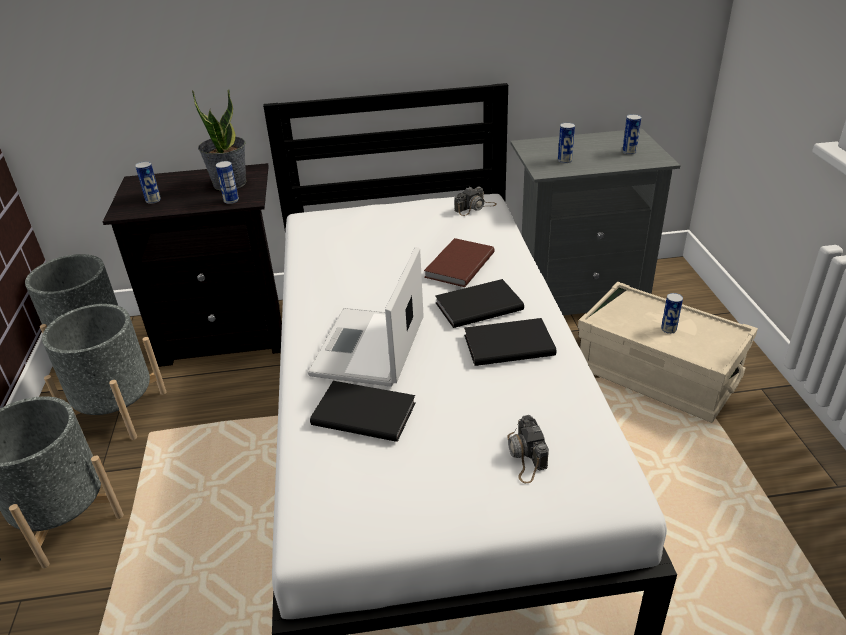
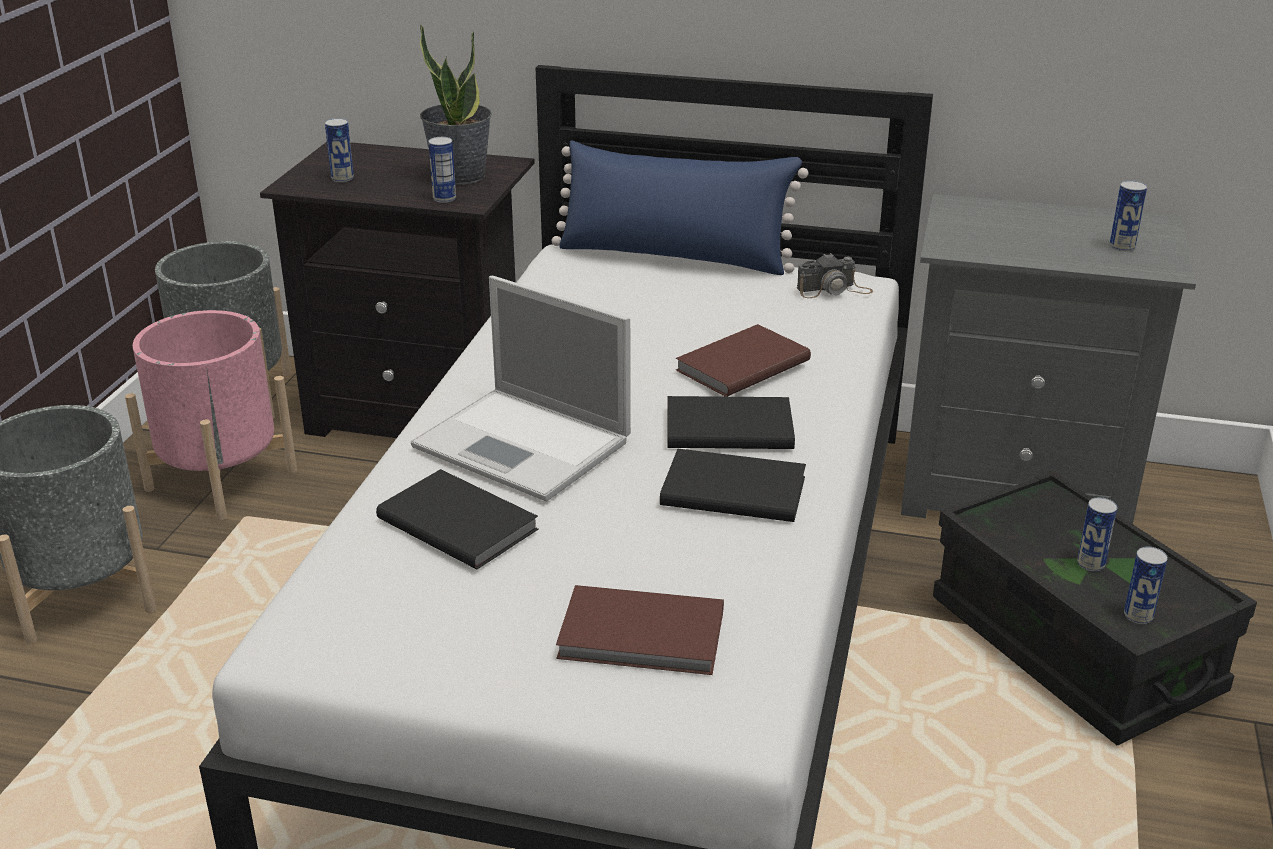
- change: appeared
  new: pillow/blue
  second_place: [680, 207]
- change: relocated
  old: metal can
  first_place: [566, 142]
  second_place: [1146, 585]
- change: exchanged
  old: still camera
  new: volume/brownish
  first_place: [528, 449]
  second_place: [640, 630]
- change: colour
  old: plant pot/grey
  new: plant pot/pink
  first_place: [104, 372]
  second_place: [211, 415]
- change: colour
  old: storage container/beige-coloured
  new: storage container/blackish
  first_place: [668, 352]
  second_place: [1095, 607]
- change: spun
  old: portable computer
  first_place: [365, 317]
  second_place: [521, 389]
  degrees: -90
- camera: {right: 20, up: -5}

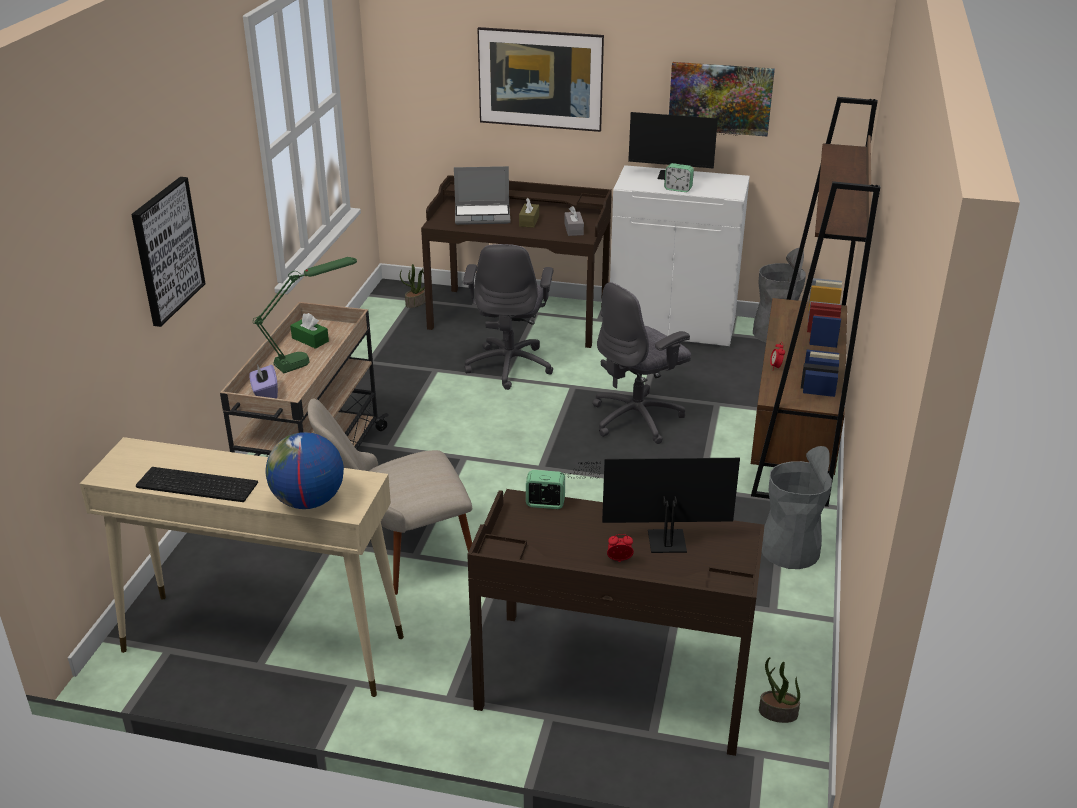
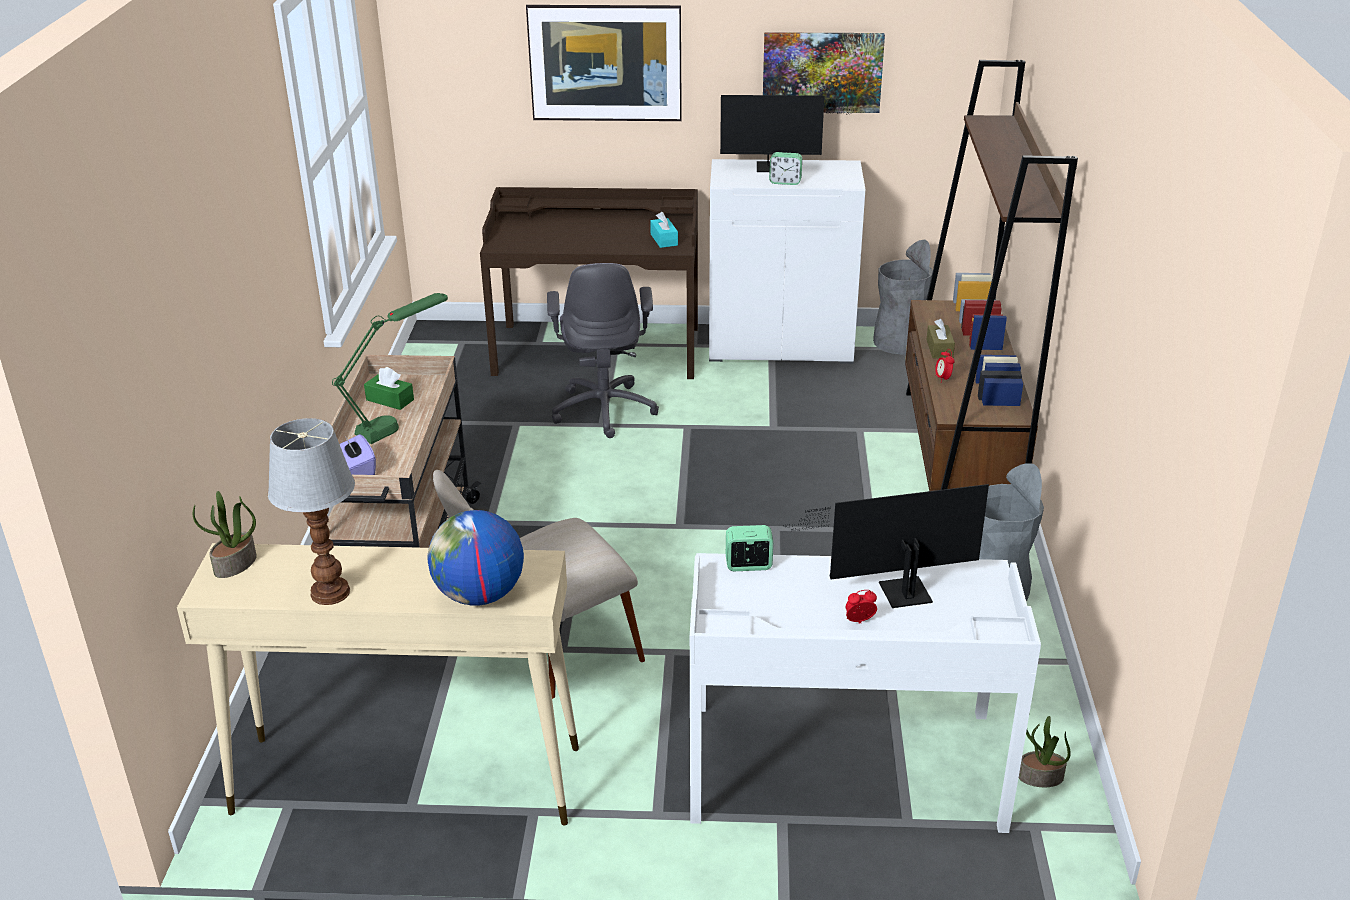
- change: missing
  old: picture
  first_place: [168, 252]
- change: missing
  old: portable computer
  first_place: [482, 195]
- change: missing
  old: office chair/grey
  first_place: [641, 363]
- change: relocated
  old: plant in a pot
  first_place: [412, 286]
  second_place: [225, 534]
- change: relocated
  old: tissue box/brownish
  first_place: [529, 213]
  second_place: [941, 338]
- change: exchanged
  old: PC keyboard
  new: table lamp
  first_place: [197, 484]
  second_place: [311, 511]
- change: colour
  old: desk/brownish
  new: desk/white
  first_place: [615, 622]
  second_place: [865, 693]
- change: colour
  old: tissue box/grey
  new: tissue box/blue-green
  first_place: [574, 221]
  second_place: [664, 230]
- camera: {right: -10, up: 0}

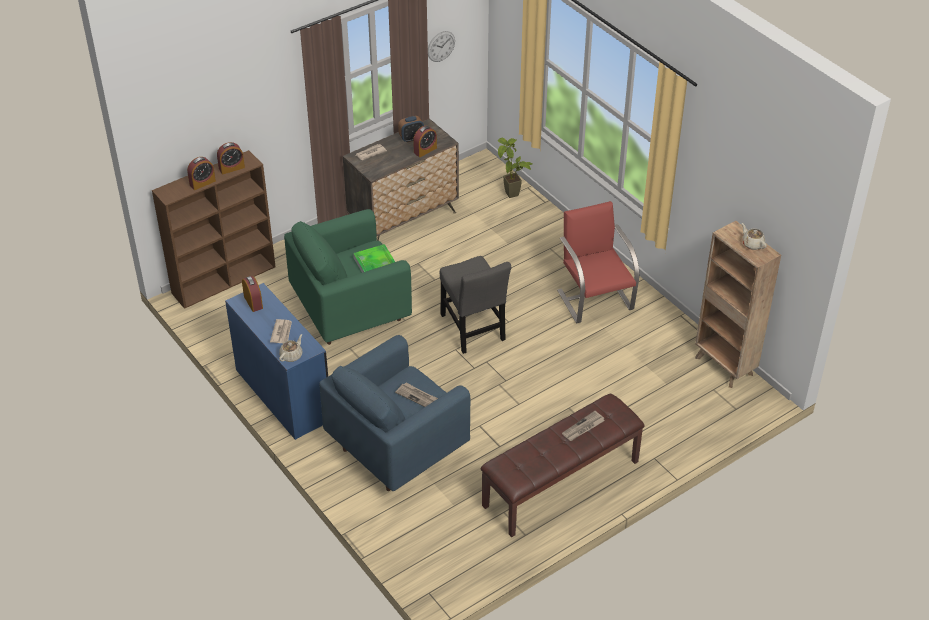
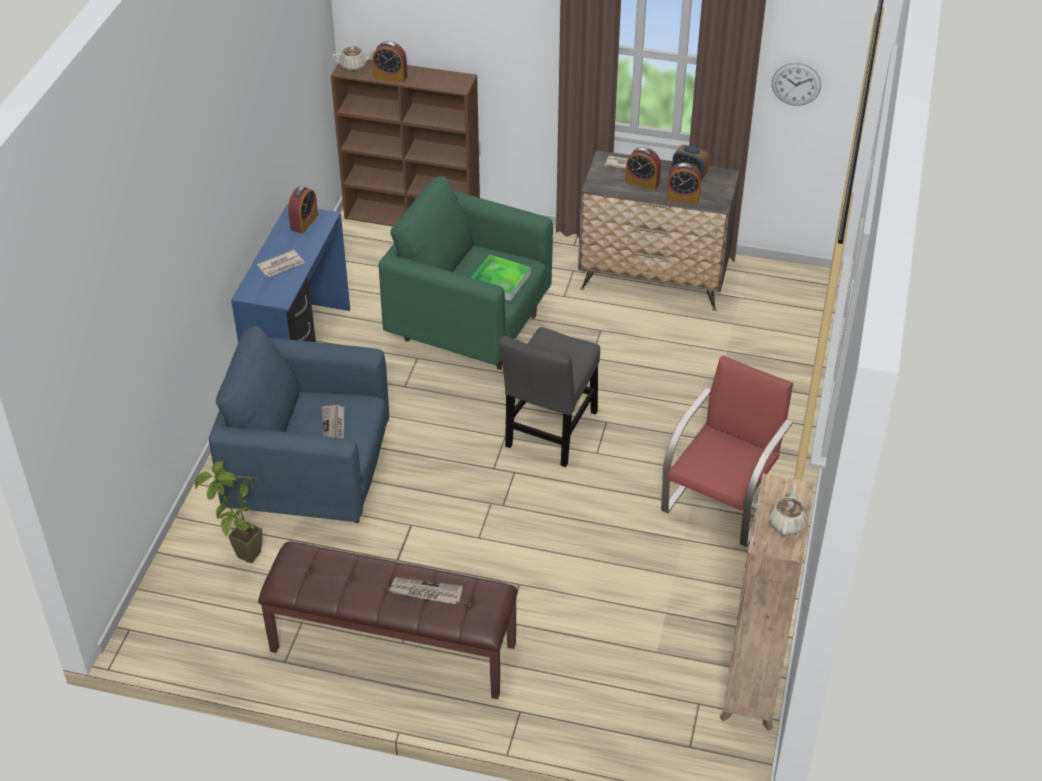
- change: relocated
  old: alarm clock
  first_place: [231, 158]
  second_place: [643, 168]
- change: relocated
  old: teapot/beige-coloured
  first_place: [290, 348]
  second_place: [354, 58]
- change: relocated
  old: plant in a pot
  first_place: [515, 168]
  second_place: [228, 512]
- camera: {right: 50, up: 0}

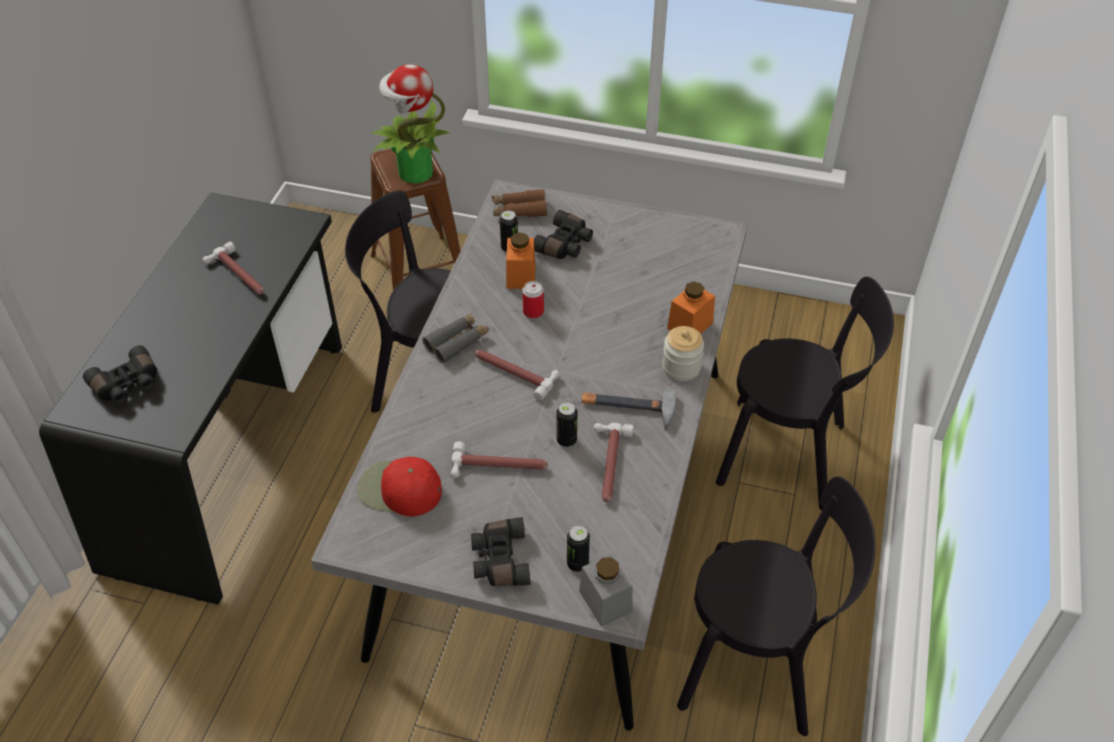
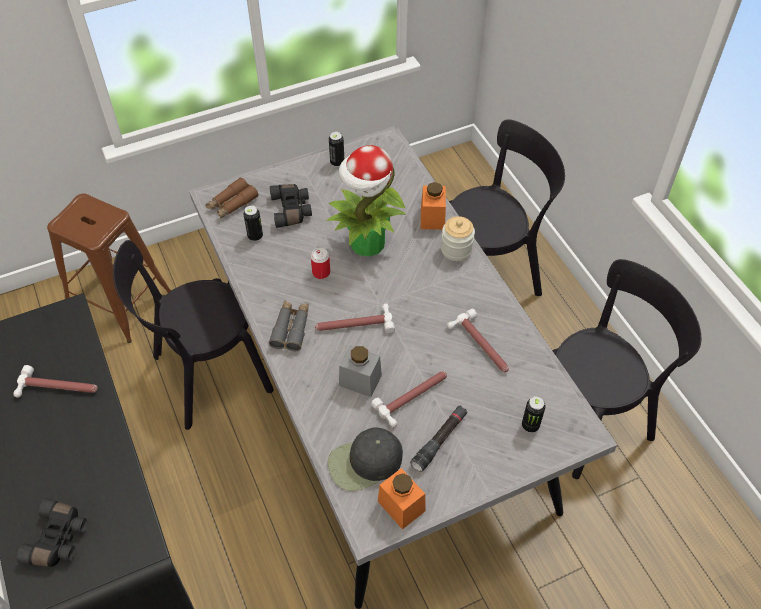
- change: missing
  old: binoculars/blackish
  first_place: [500, 551]
- change: missing
  old: hammer
  first_place: [629, 409]
- change: appeared
  new: torch/blackish
  second_place: [438, 438]
- change: relocated
  old: plant in a pot
  first_place: [411, 124]
  second_place: [366, 201]
- change: relocated
  old: storage jar/orangey
  first_place: [520, 260]
  second_place: [402, 499]
- change: relocated
  old: metal can
  first_place: [567, 424]
  second_place: [336, 149]
- change: relocated
  old: storage jar/grey
  first_place: [606, 590]
  second_place: [360, 371]
- change: colour
  old: baseball cap/red-coloured
  new: baseball cap/blackish
  first_place: [399, 486]
  second_place: [365, 459]
- camera: {right: -40, up: 5}

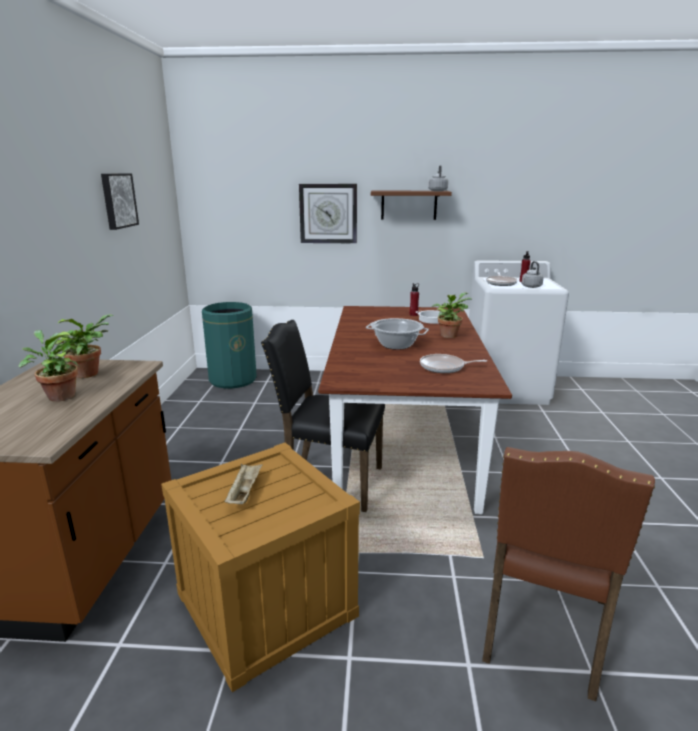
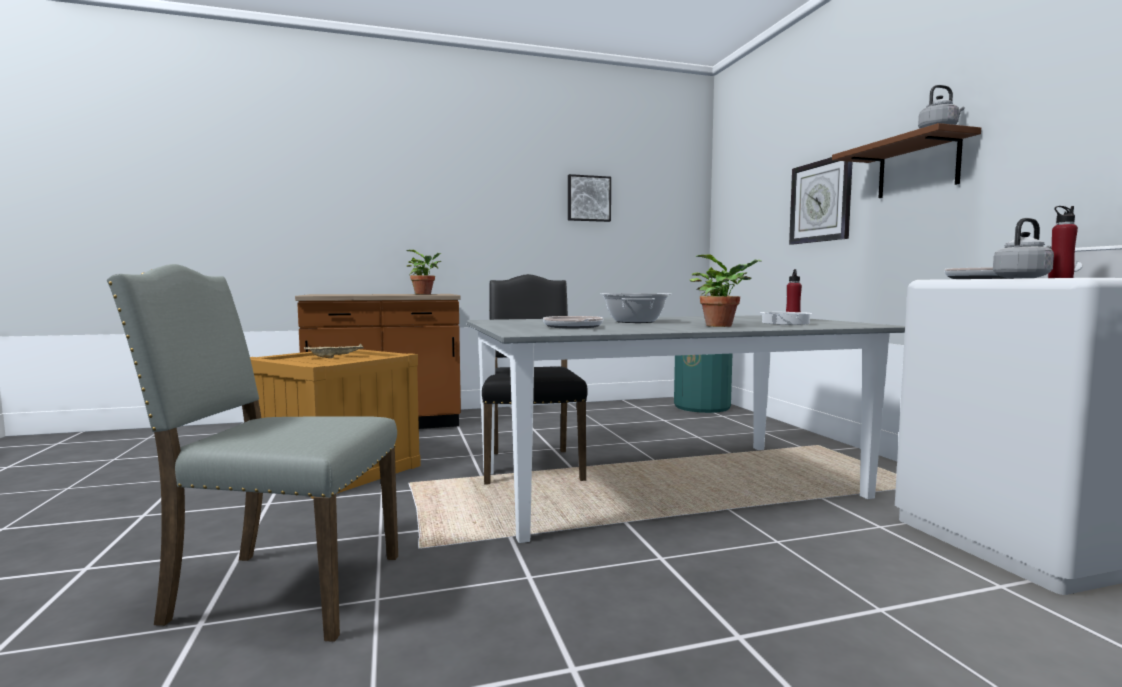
- change: missing
  old: plant in a pot
  first_place: [49, 366]
- change: colour
  old: dinner table/brownish
  new: dinner table/grey
  first_place: [415, 410]
  second_place: [686, 429]
- change: colour
  old: chair/brownish
  new: chair/grey
  first_place: [568, 574]
  second_place: [252, 453]
- camera: {right: 70, up: -15}

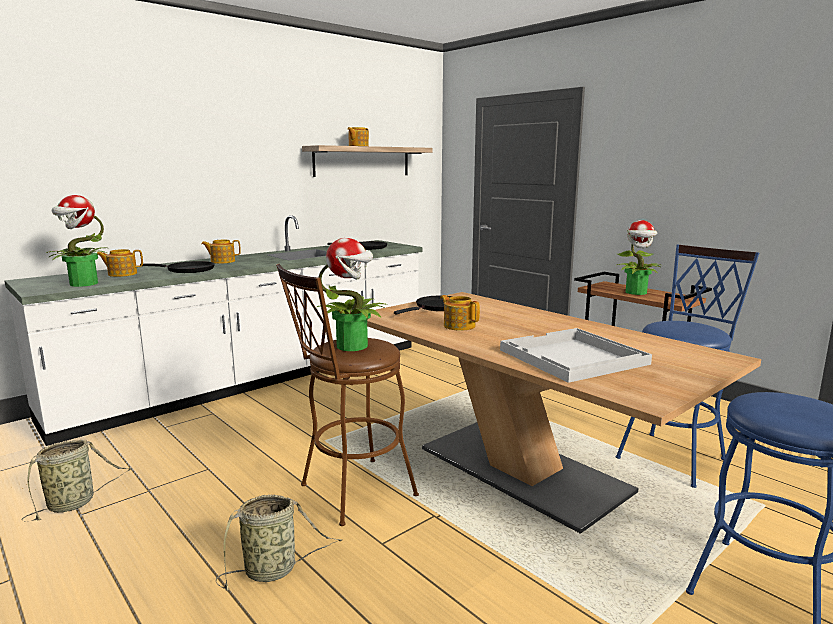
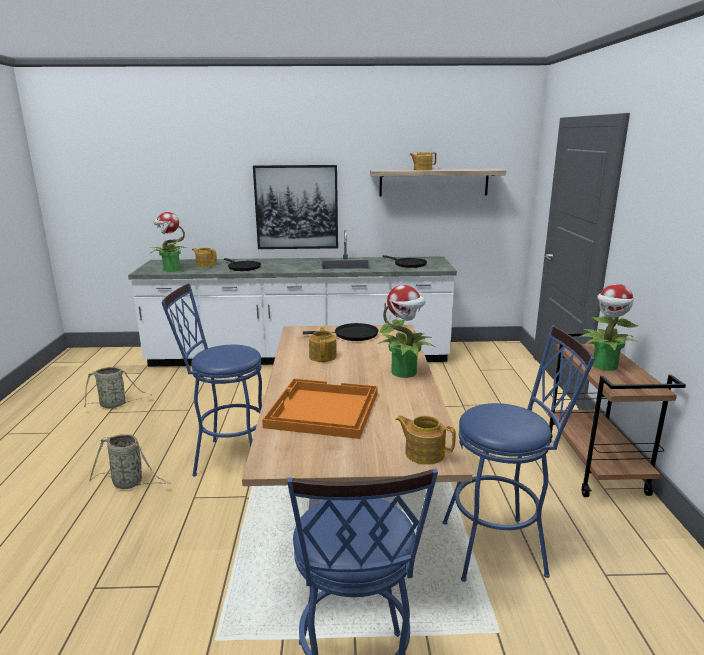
- change: appeared
  new: picture
  second_place: [295, 207]
- change: relocated
  old: teapot
  first_place: [221, 252]
  second_place: [425, 440]
- change: relocated
  old: plant in a pot
  first_place: [352, 294]
  second_place: [406, 331]
- change: colour
  old: sitting stool/brownish
  new: sitting stool/blue
  first_place: [347, 395]
  second_place: [211, 380]
- change: colour
  old: serving tray/white
  new: serving tray/orangey
  first_place: [576, 355]
  second_place: [320, 408]
- camera: {right: 40, up: 5}

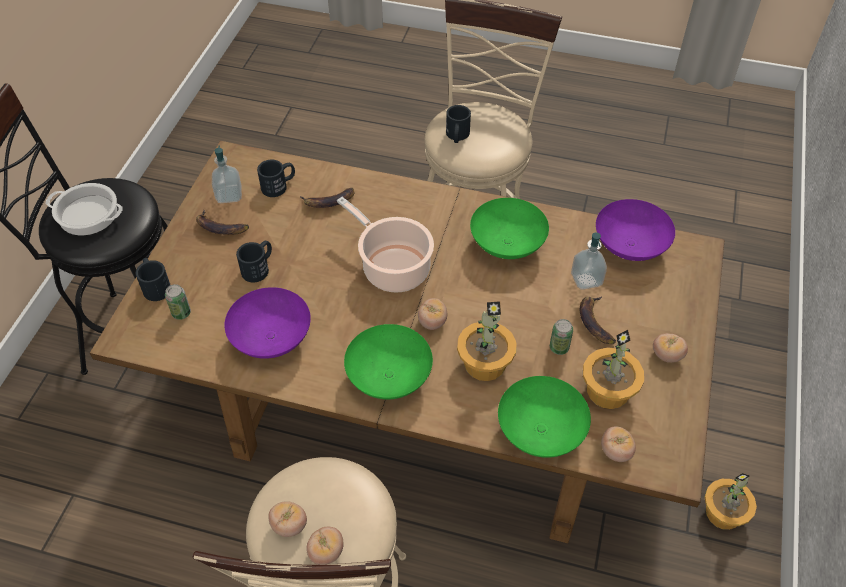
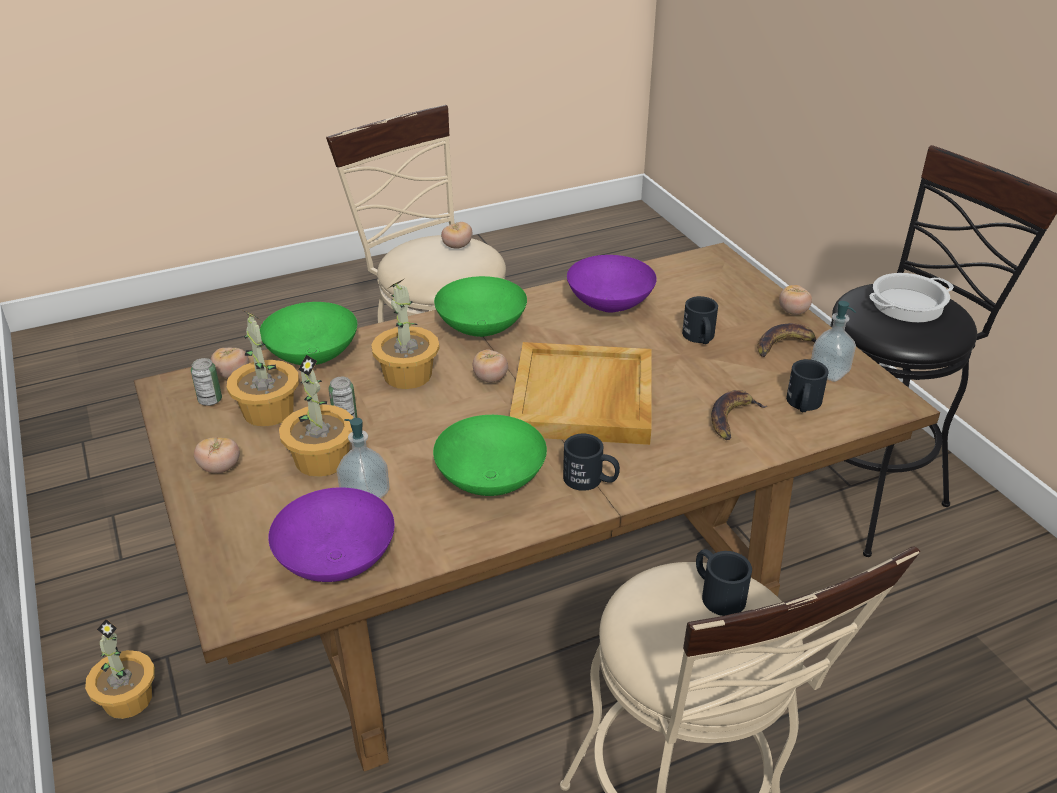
- change: relocated
  old: mug/blackish
  first_place: [153, 279]
  second_place: [591, 462]
- change: relocated
  old: metal can
  first_place: [178, 302]
  second_place: [206, 382]
- change: relocated
  old: whole tomato
  first_place: [325, 546]
  second_place: [795, 300]
- change: exchanged
  old: stockpot
  new: serving tray/beige-coloured
  first_place: [385, 245]
  second_place: [581, 393]
- change: exchanged
  old: whole banana
  new: plant in a pot
  first_place: [598, 320]
  second_place: [316, 416]
- camera: {right: 140, up: -15}

